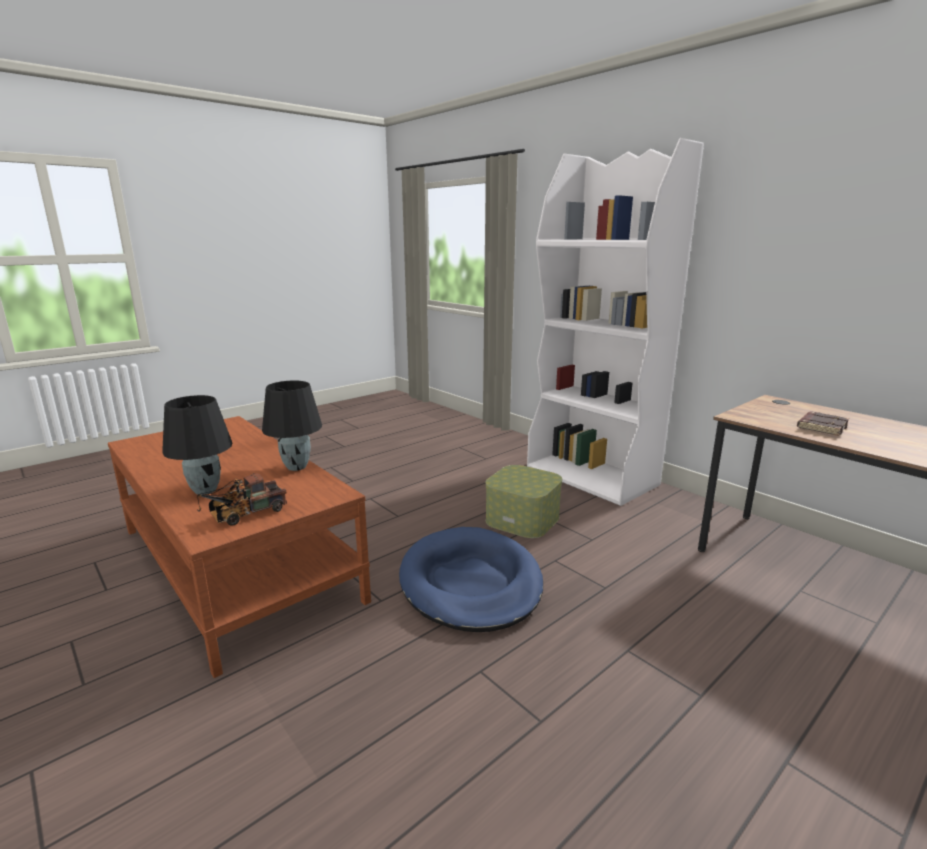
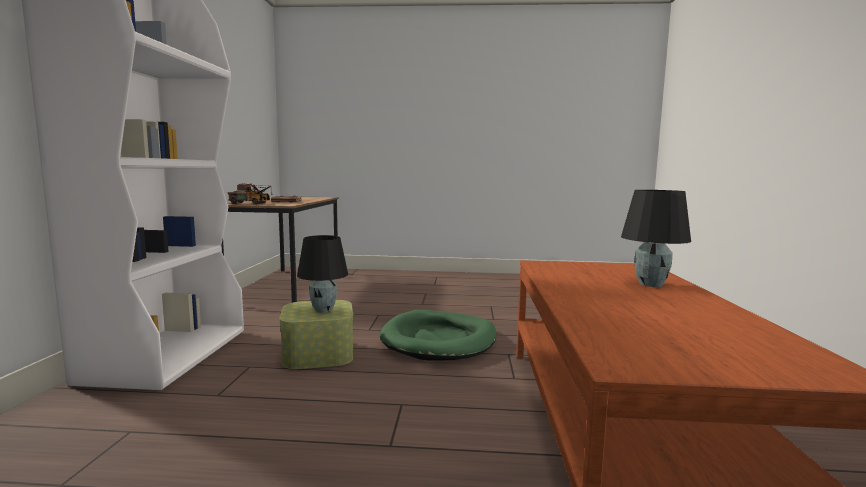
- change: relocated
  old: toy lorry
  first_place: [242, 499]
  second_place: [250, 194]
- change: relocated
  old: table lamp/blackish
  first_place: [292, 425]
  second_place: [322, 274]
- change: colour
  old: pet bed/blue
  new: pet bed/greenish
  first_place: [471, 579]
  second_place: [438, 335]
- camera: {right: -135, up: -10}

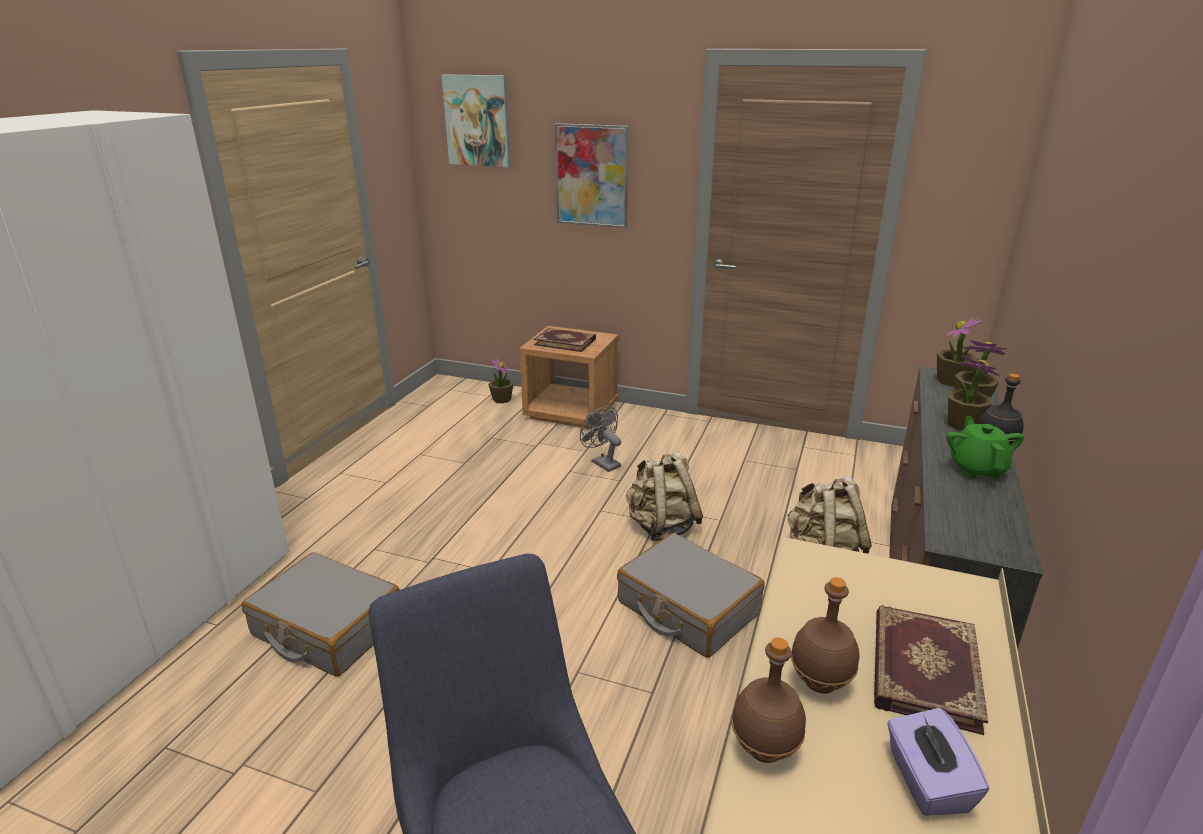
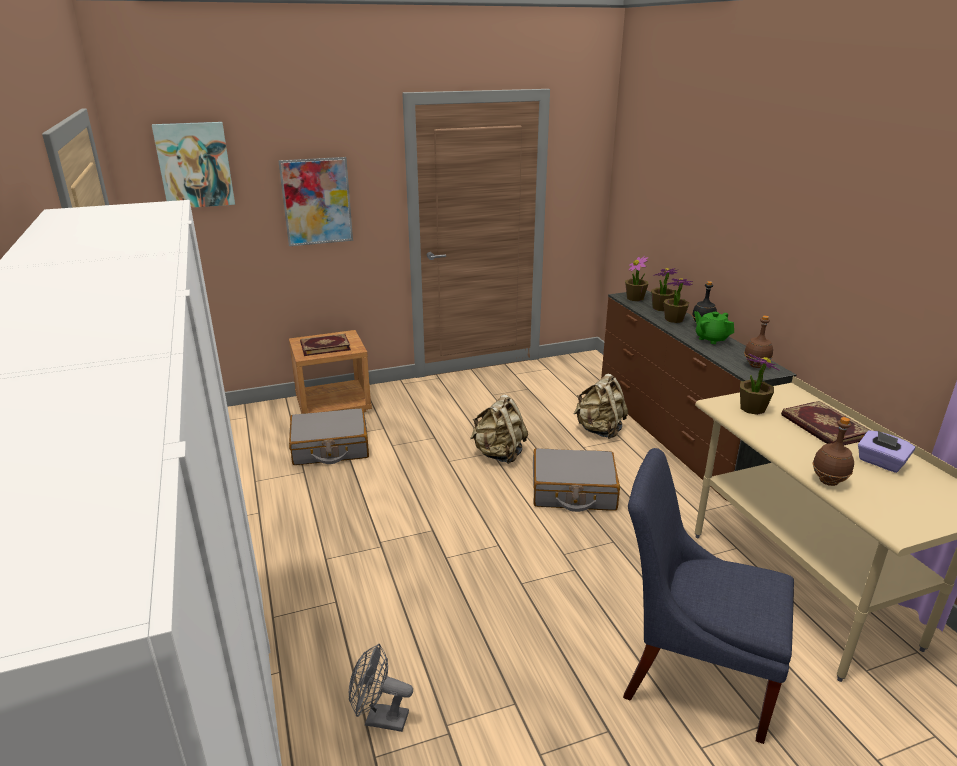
- change: relocated
  old: suitcase/grey
  first_place: [321, 614]
  second_place: [329, 436]
- change: relocated
  old: plant in a pot
  first_place: [501, 380]
  second_place: [760, 384]
- change: relocated
  old: fan/grey
  first_place: [600, 439]
  second_place: [381, 688]
- change: relocated
  old: bottle/brownish
  first_place: [825, 635]
  second_place: [758, 342]
- camera: {right: -40, up: 0}

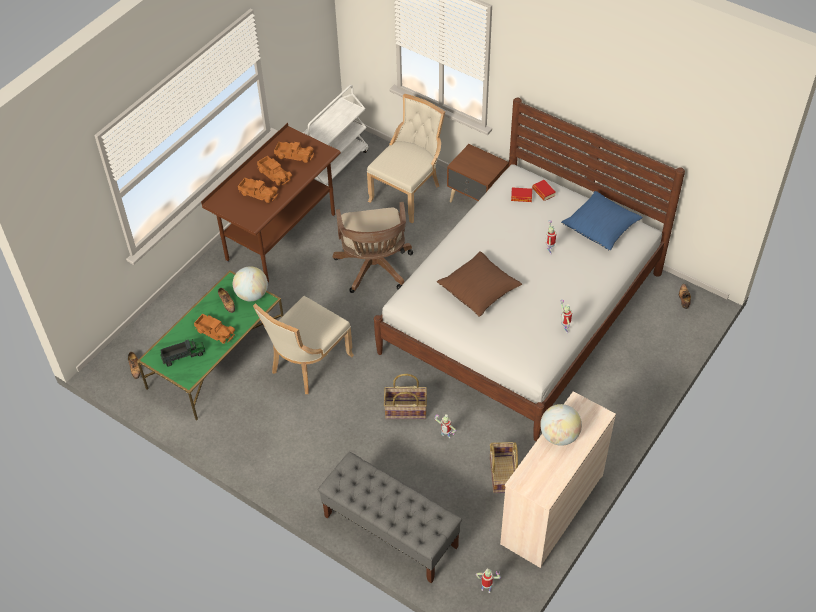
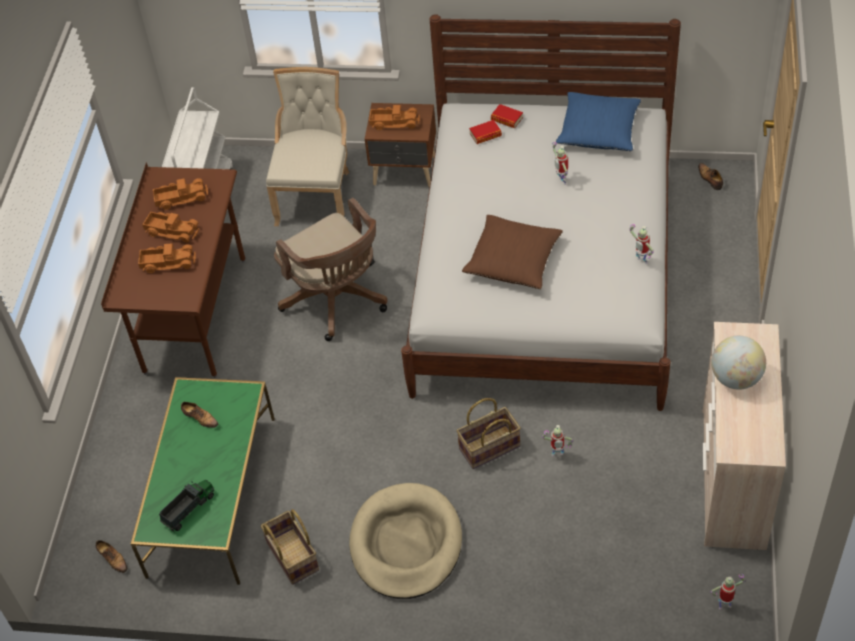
- change: missing
  old: world globe
  first_place: [250, 283]
- change: missing
  old: chair/beige-coloured
  first_place: [303, 345]
- change: missing
  old: bench/grey
  first_place: [390, 517]
- change: appeared
  new: pet bed/beige-coloured
  second_place: [405, 541]
- change: relocated
  old: toy lorry
  first_place: [214, 329]
  second_place: [394, 117]
- change: relocated
  old: household basket
  first_place: [504, 467]
  second_place: [290, 547]
- camera: {right: -25, up: 0}

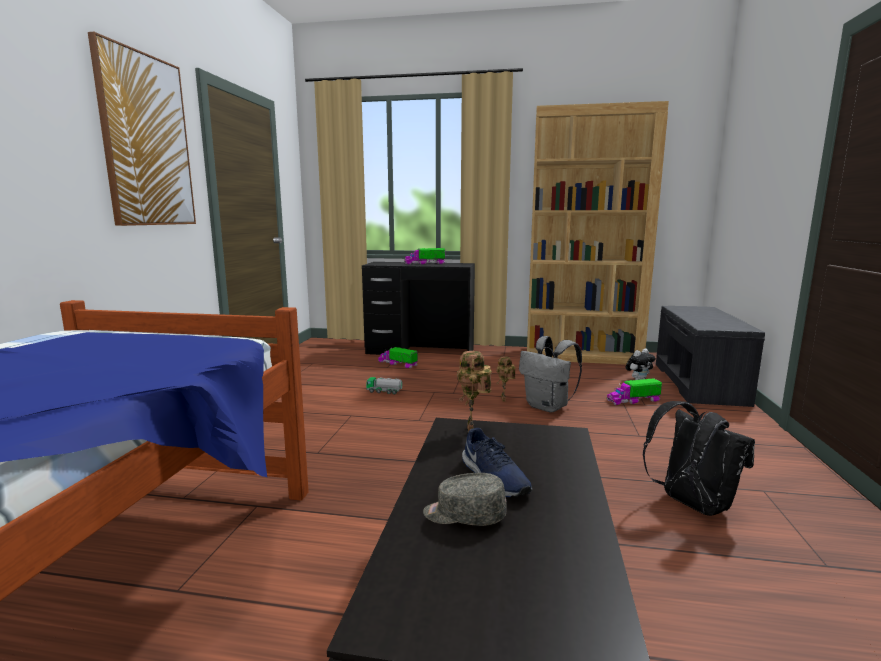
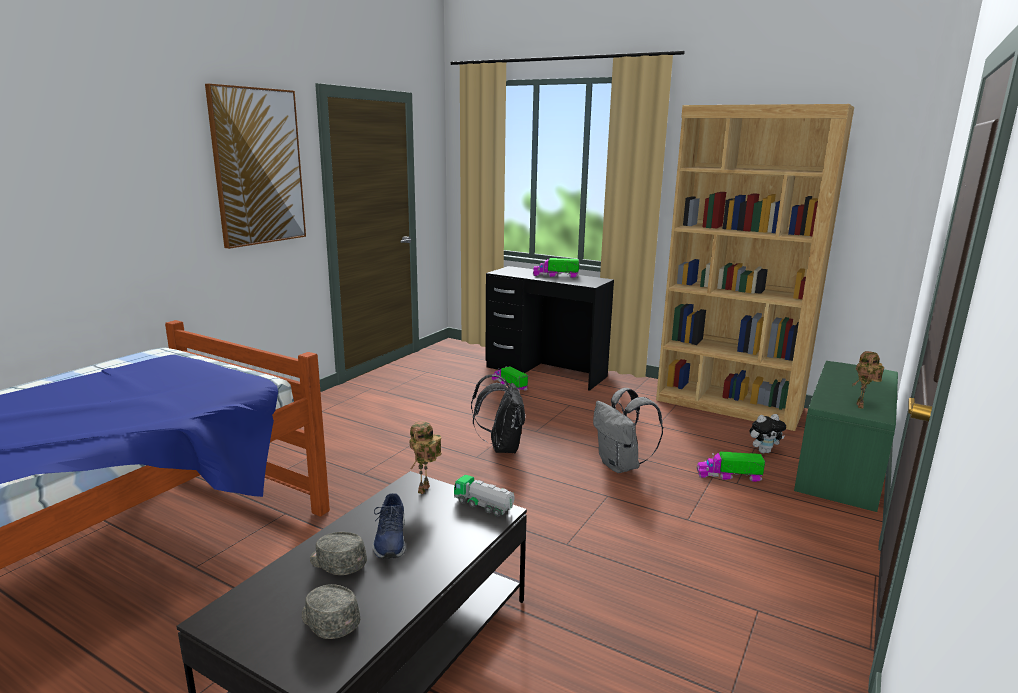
- change: appeared
  new: baseball cap/grey
  second_place: [331, 611]
- change: relocated
  old: toy lorry
  first_place: [384, 385]
  second_place: [484, 496]
- change: relocated
  old: model robot
  first_place: [506, 379]
  second_place: [868, 380]
- change: relocated
  old: knapsack/blackish
  first_place: [699, 458]
  second_place: [498, 413]
- change: colour
  old: bench/grey
  new: bench/greenish
  first_place: [710, 356]
  second_place: [846, 436]
- camera: {right: 20, up: 5}

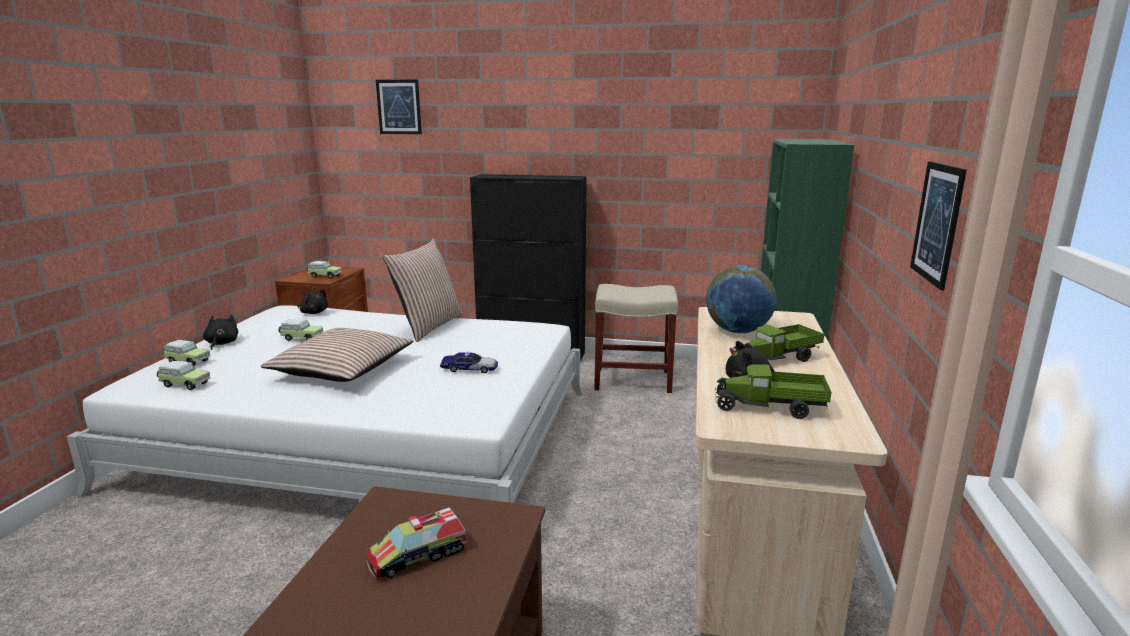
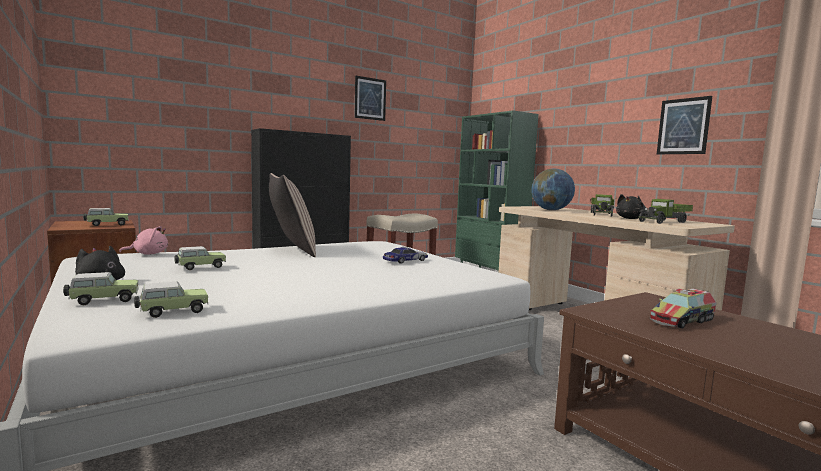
- change: missing
  old: pillow
  first_place: [337, 355]
- change: relocated
  old: picture
  first_place: [399, 106]
  second_place: [370, 98]
- change: colour
  old: cuddly toy/blackish
  new: cuddly toy/pink
  first_place: [312, 301]
  second_place: [143, 240]
- change: spun
  old: toy lorry
  first_place: [416, 542]
  second_place: [683, 308]
  degrees: 45
- camera: {right: -45, up: -10}

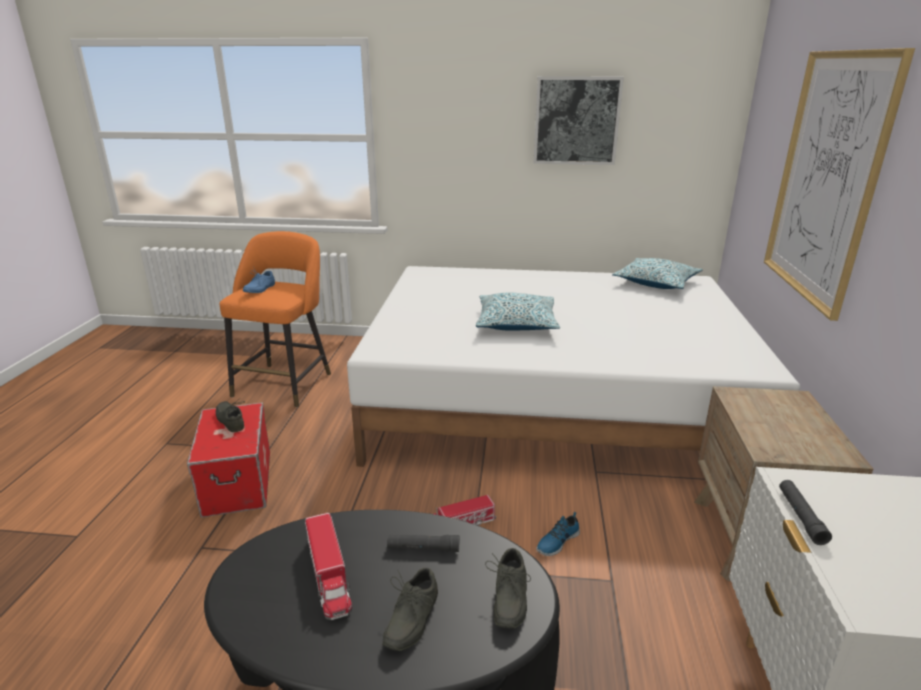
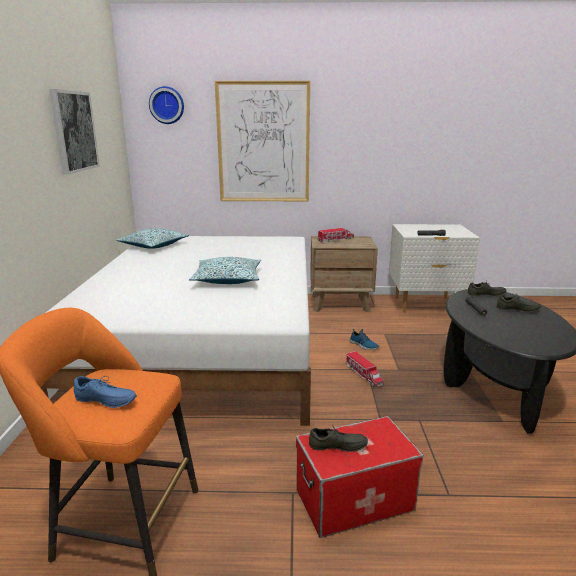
- change: appeared
  new: clock on the wall
  second_place: [166, 105]
- change: relocated
  old: toy lorry
  first_place: [328, 566]
  second_place: [335, 235]
- change: spun
  old: shoe/grey
  first_place: [230, 415]
  second_place: [338, 438]
  degrees: -135
- camera: {right: -95, up: -5}

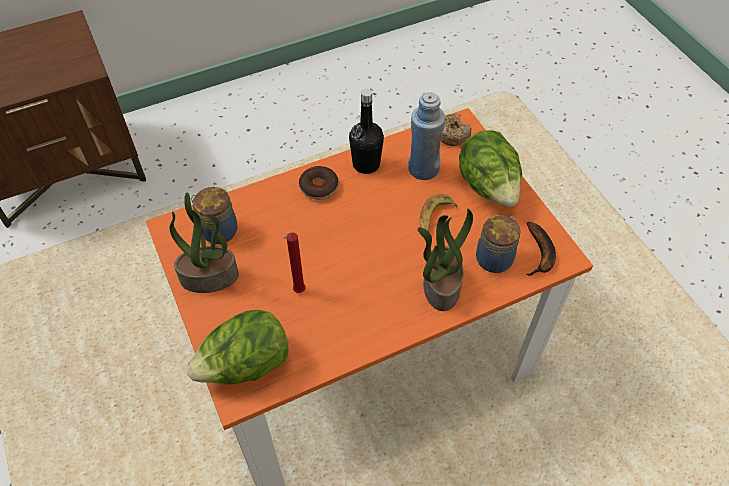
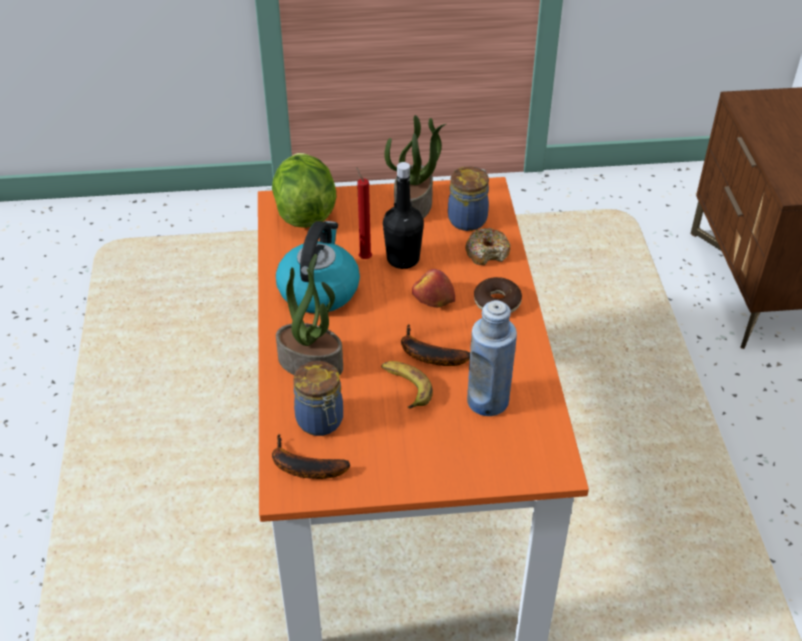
- change: missing
  old: head of lettuce
  first_place: [490, 168]
- change: appeared
  new: water kettle
  second_place: [318, 267]
- change: appeared
  new: whole banana
  second_place: [435, 345]
- change: appeared
  new: apple fruit
  second_place: [433, 288]
- change: relocated
  old: bottle/blackish
  first_place: [366, 131]
  second_place: [403, 215]
- change: relocated
  old: ring doughnut
  first_place: [456, 129]
  second_place: [488, 246]
- camera: {right: 110, up: -10}

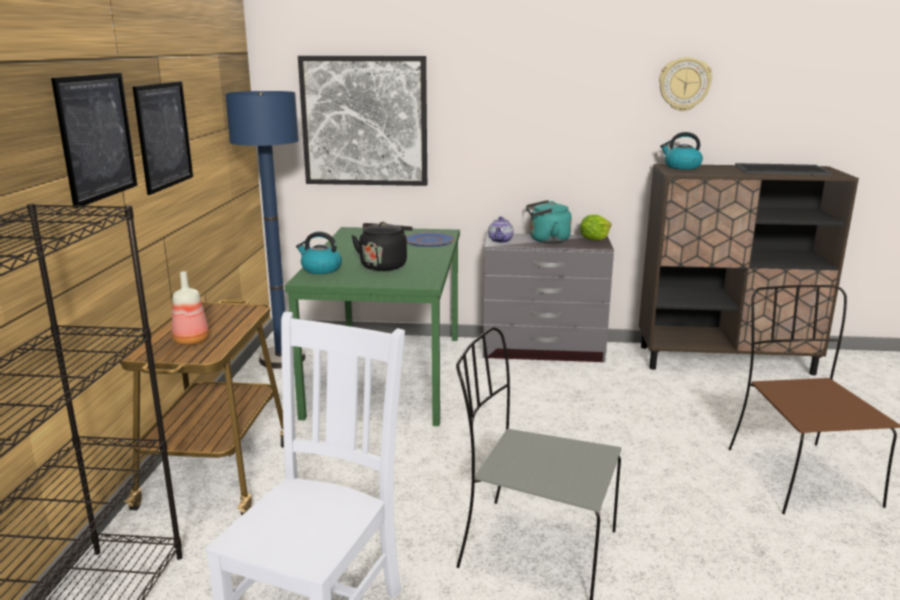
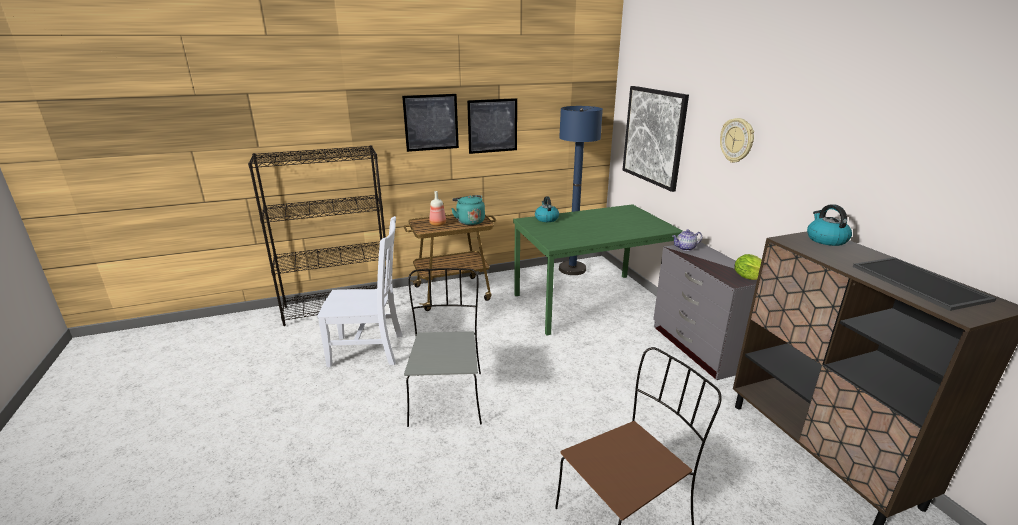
- change: missing
  old: water kettle/blackish
  first_place: [382, 246]
- change: missing
  old: dinner plate/blue
  first_place: [430, 239]
- change: relocated
  old: water kettle/blue-green
  first_place: [549, 221]
  second_place: [468, 210]
- change: relocated
  old: clock on the wall
  first_place: [685, 84]
  second_place: [737, 140]
- camera: {right: 65, up: 5}

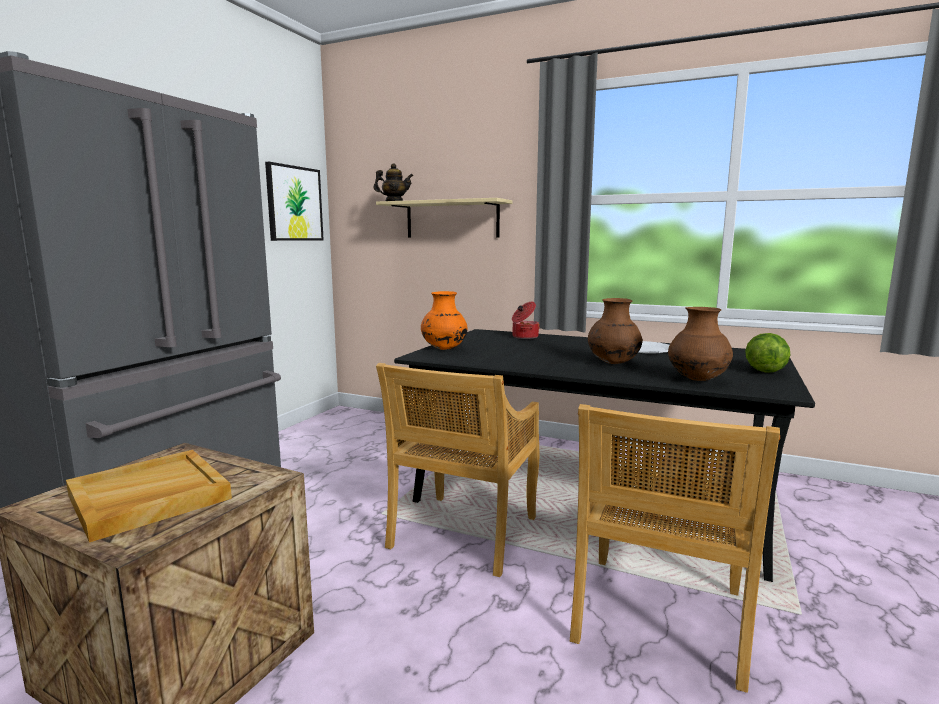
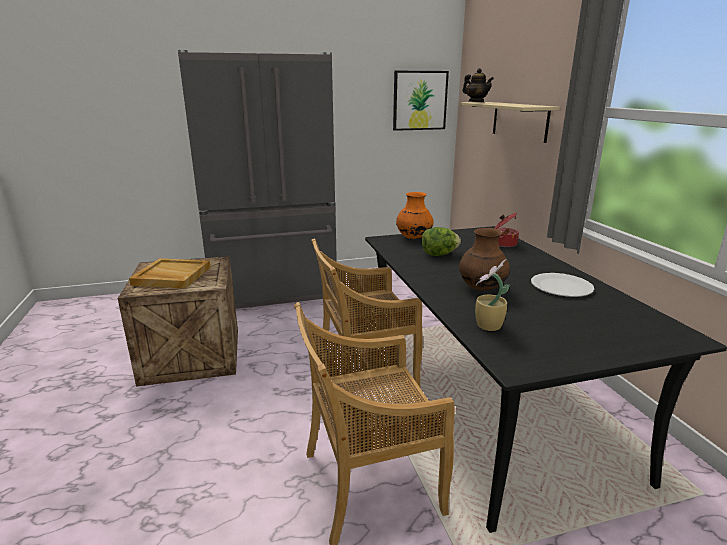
- change: relocated
  old: head of lettuce
  first_place: [767, 353]
  second_place: [441, 241]
- change: exchanged
  old: flower vase/brownish
  new: plant in a pot
  first_place: [700, 344]
  second_place: [492, 295]
- camera: {right: 50, up: 10}

